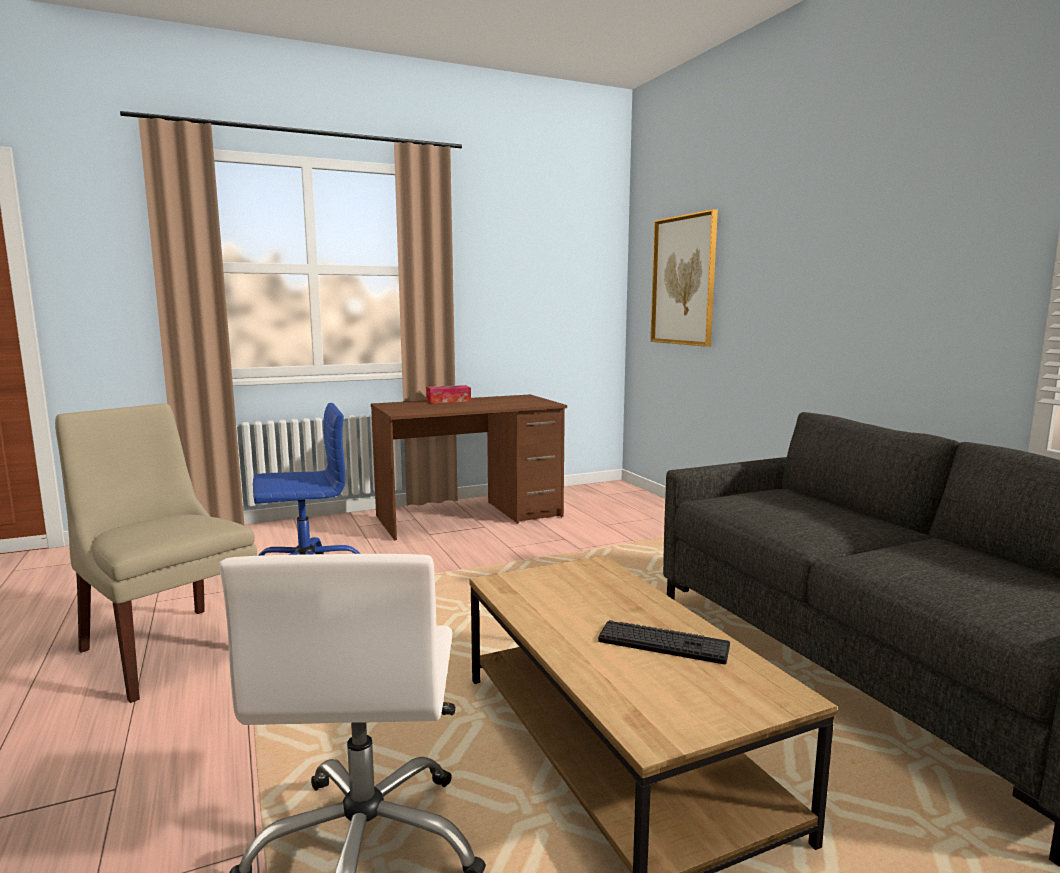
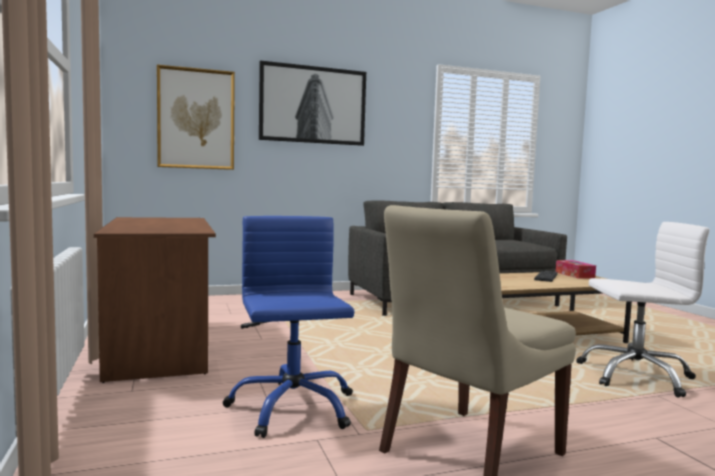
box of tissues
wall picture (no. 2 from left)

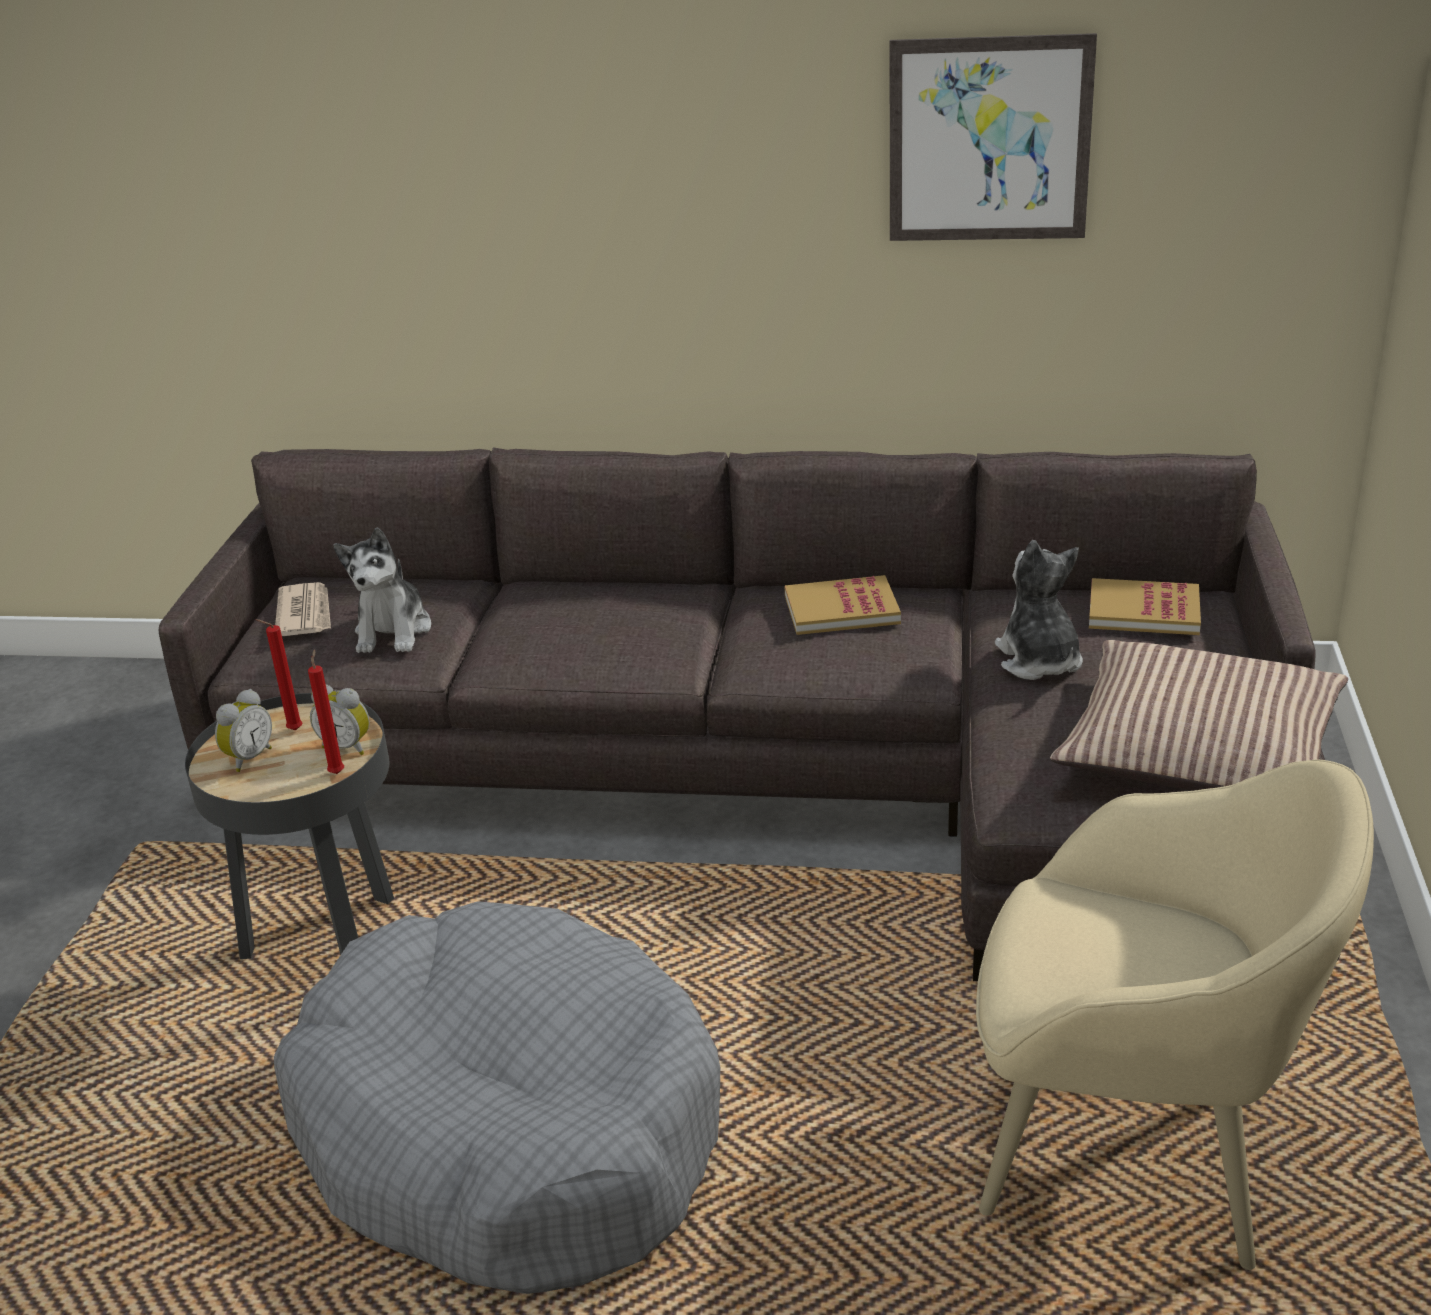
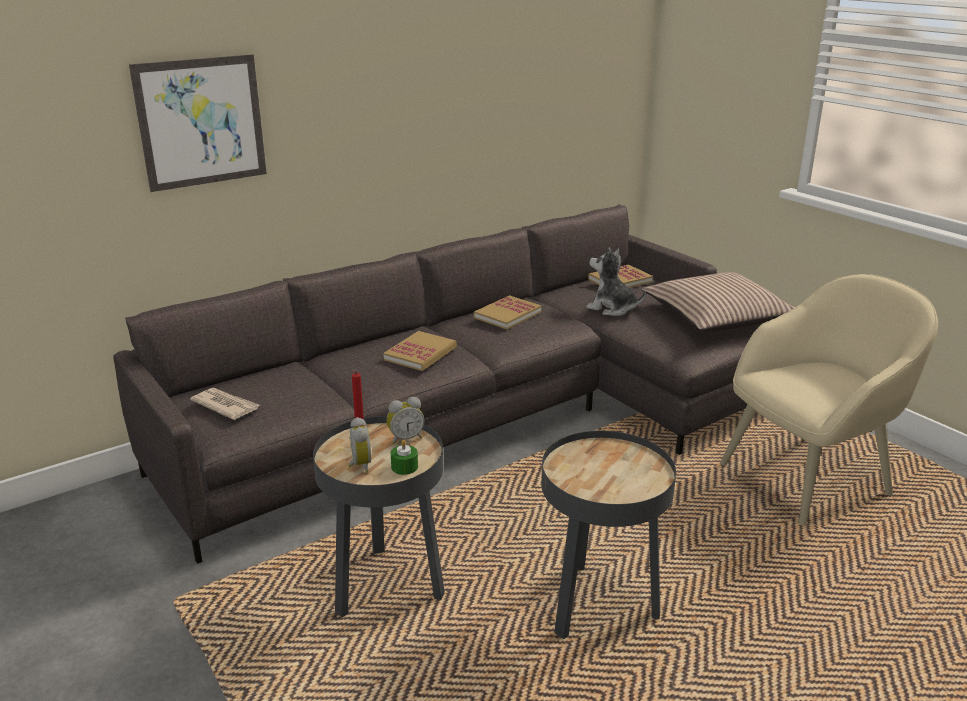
black-coloured side table (no. 2 from left)
red-coloured wax candle (no. 2 from left in the first image)
plush toy (no. 1 from left in the first image)
wall picture
volume (no. 1 from left)
green wax candle

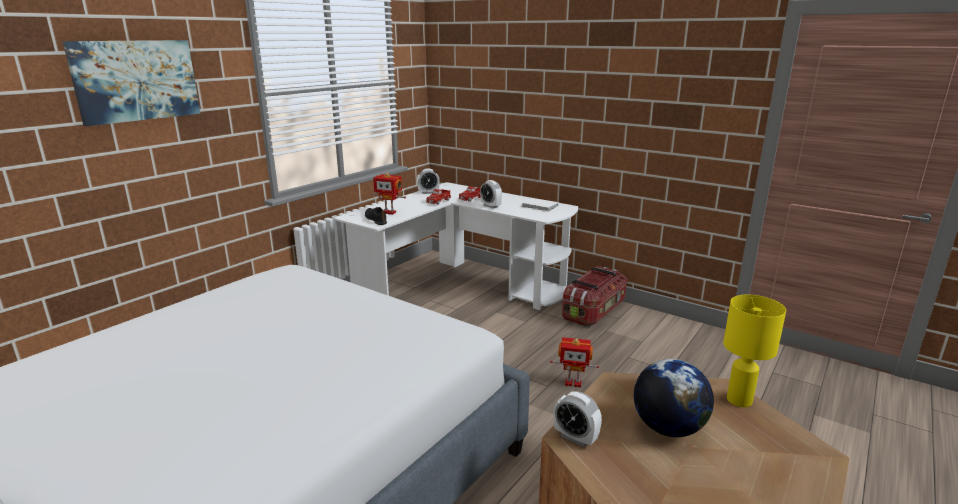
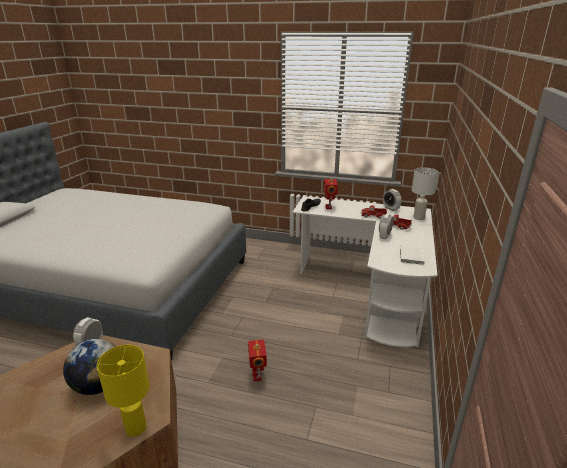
wall picture
storage box
white lamp for a table

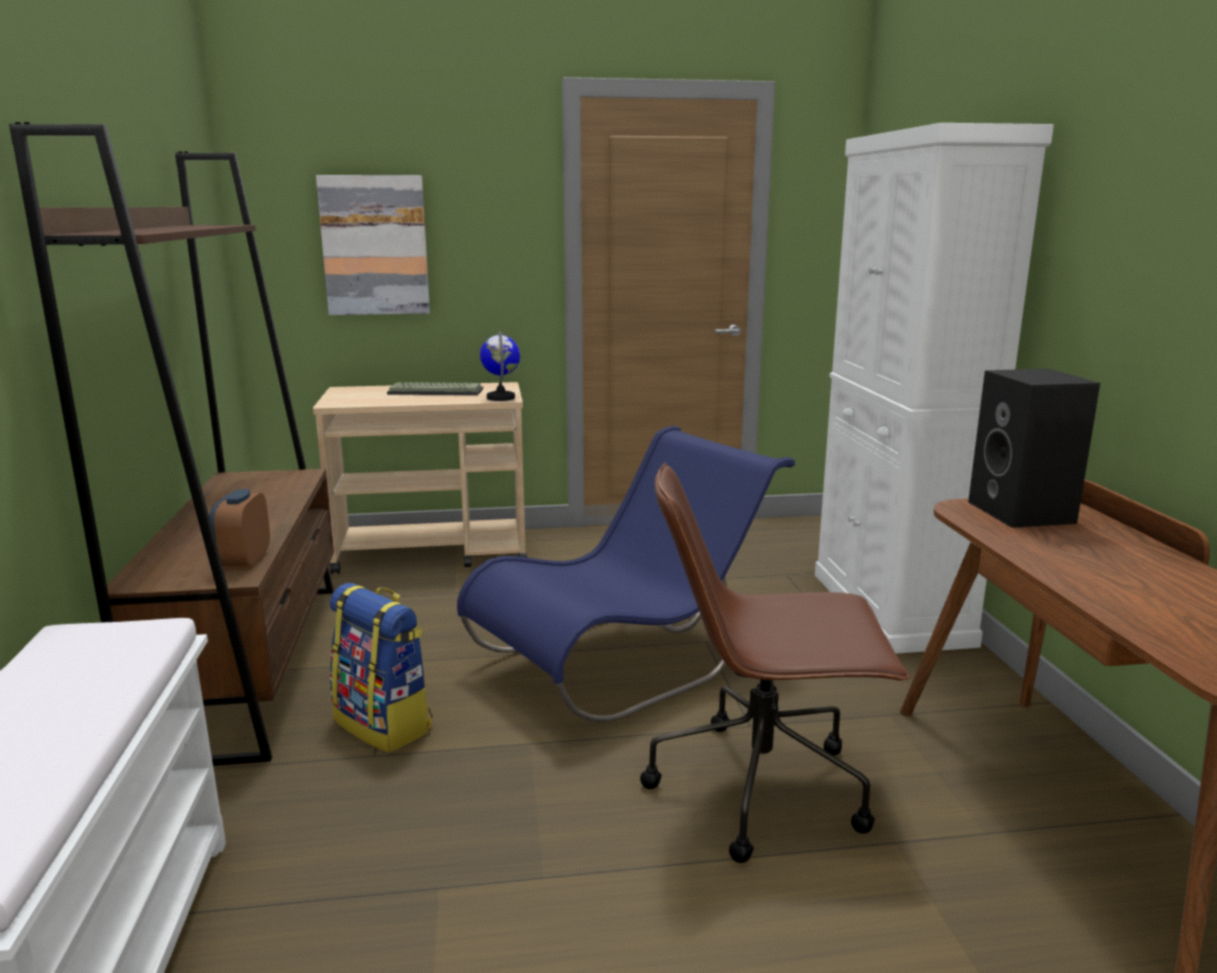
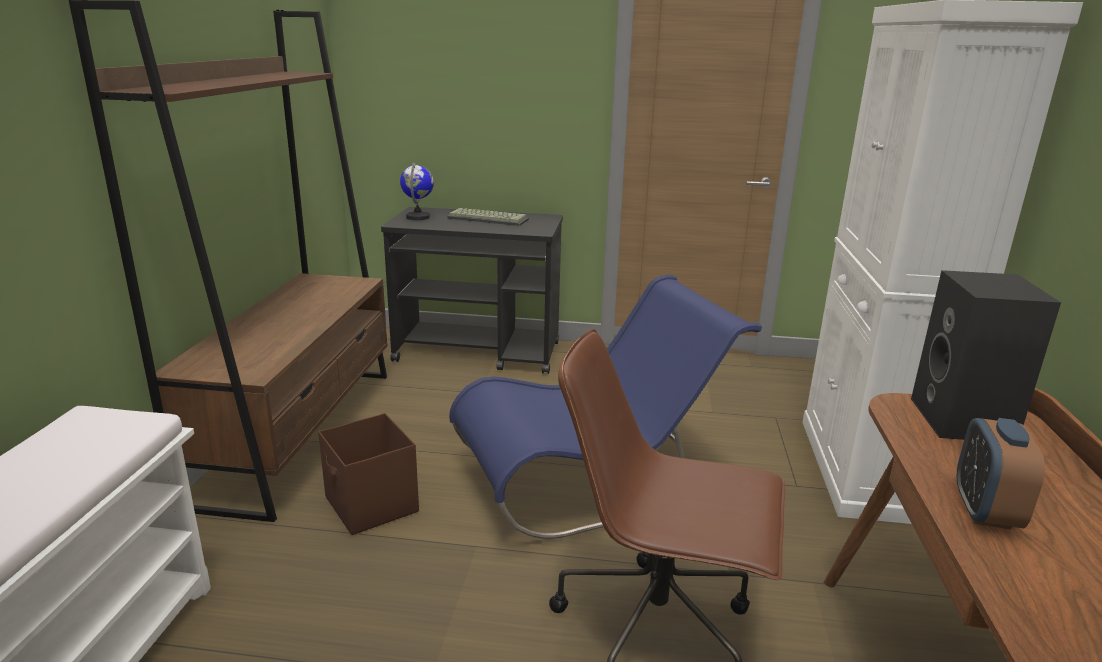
alarm clock
black-coloured wheeled cart
wall picture
brown-coloured storage box
world globe

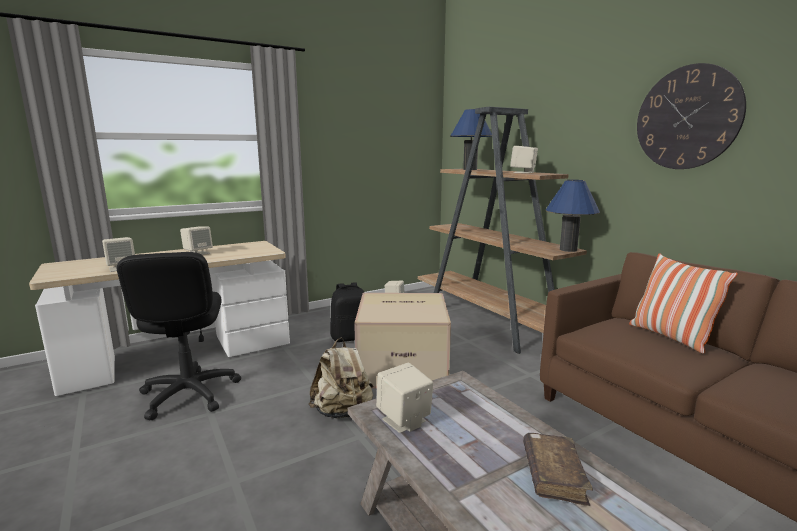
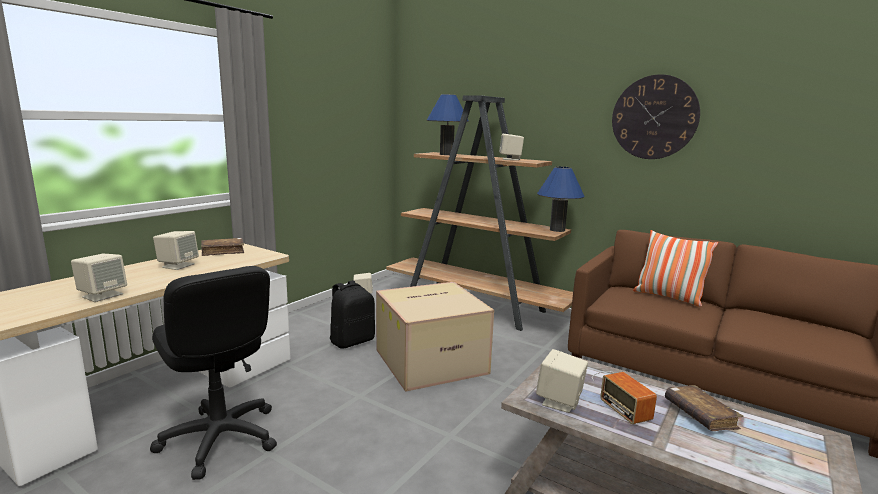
beige-coloured backpack
brown-coloured volume (no. 1 from left)
radio

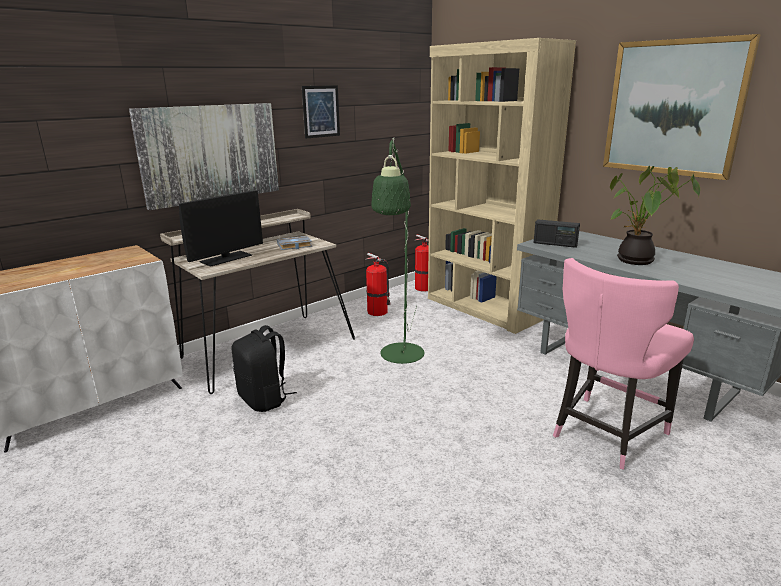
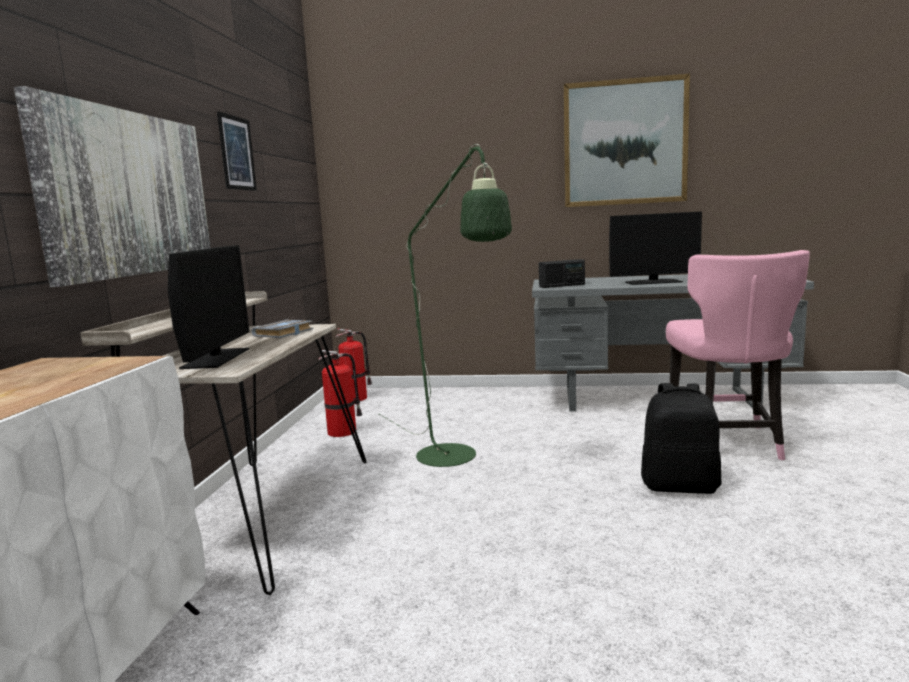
black-coloured backpack
beige-coloured bookcase
monitor (no. 2 from left)

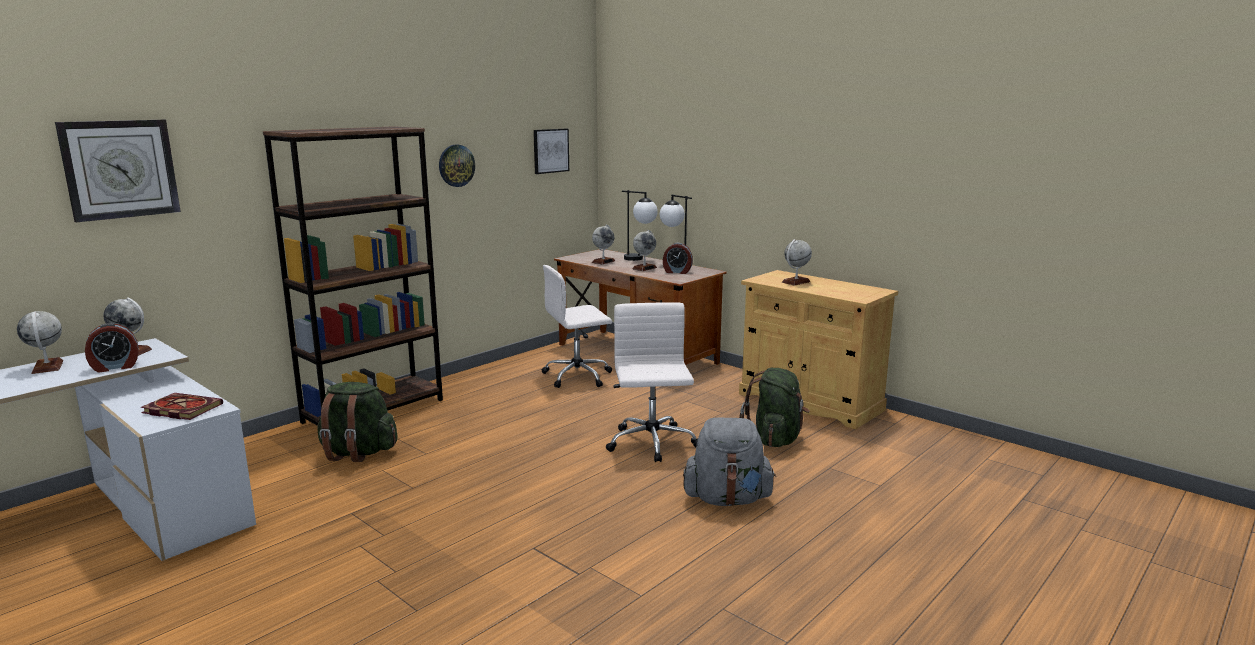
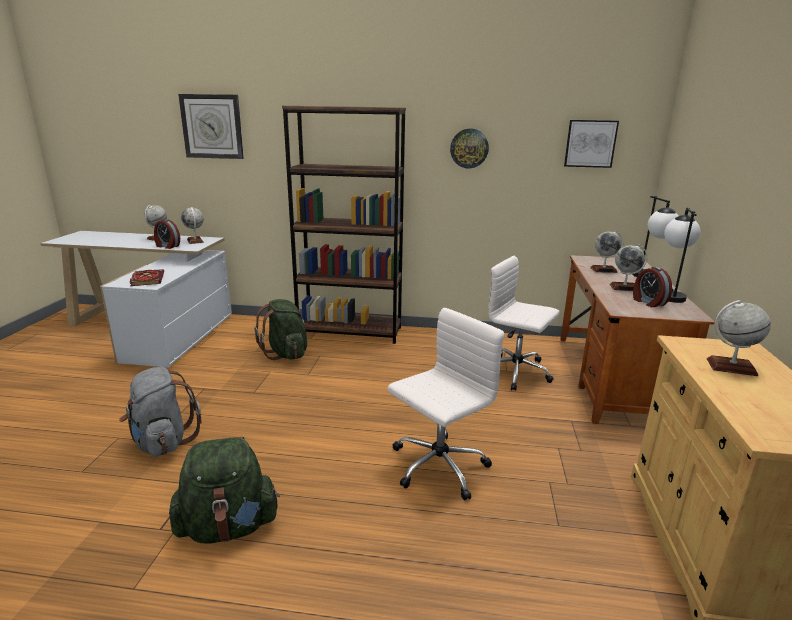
greyish backpack
green backpack (no. 1 from left)

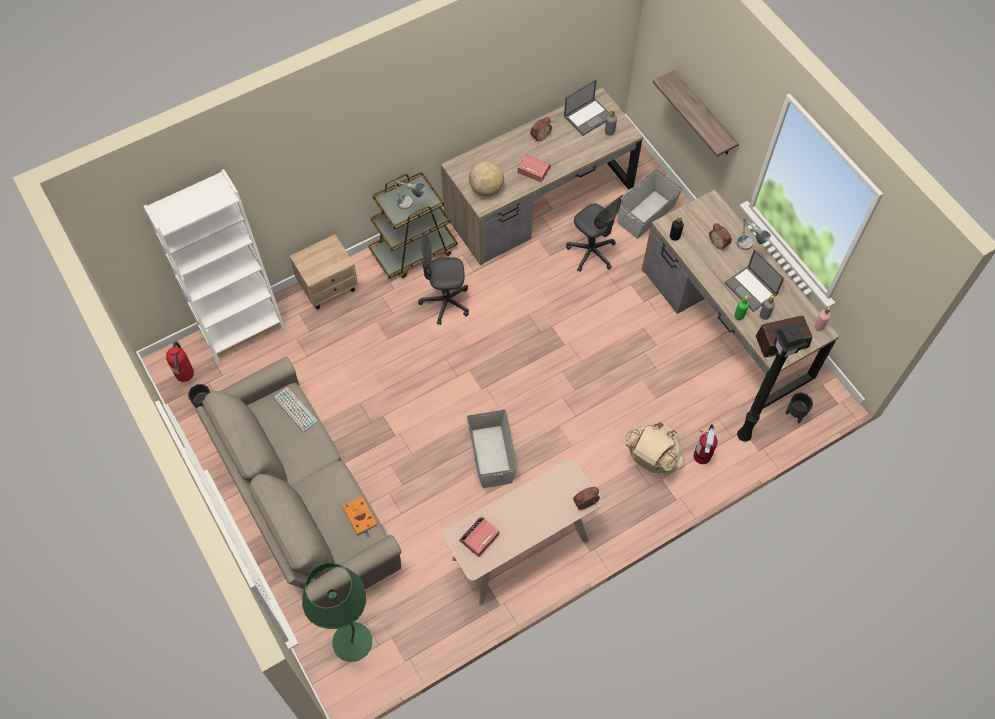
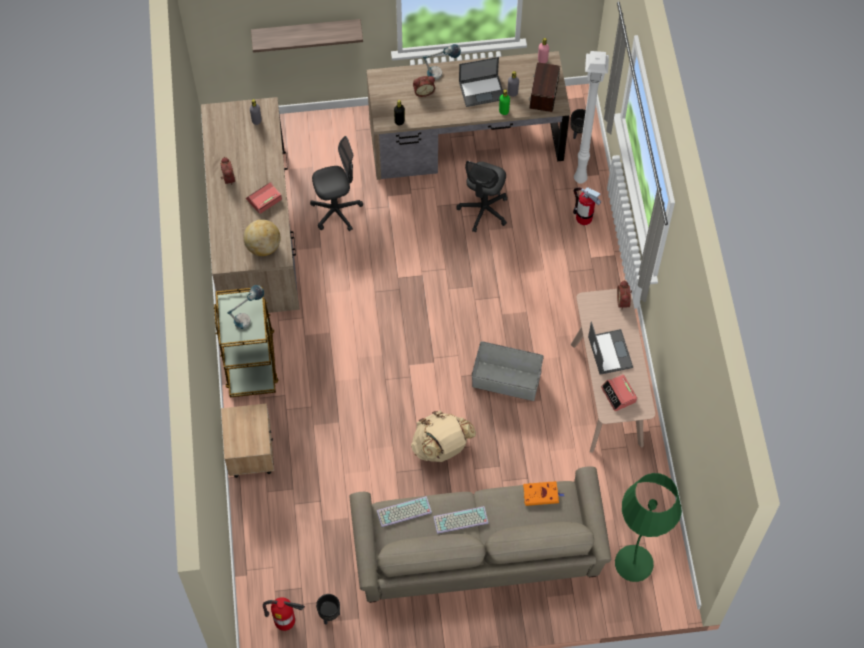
white bookcase
greyish office chair (no. 2 from left)
notebook computer (no. 2 from left)
greyish storage box (no. 2 from left in the first image)
beige-coloured backpack
white standing lamp
computer keyboard (no. 2 from left)

